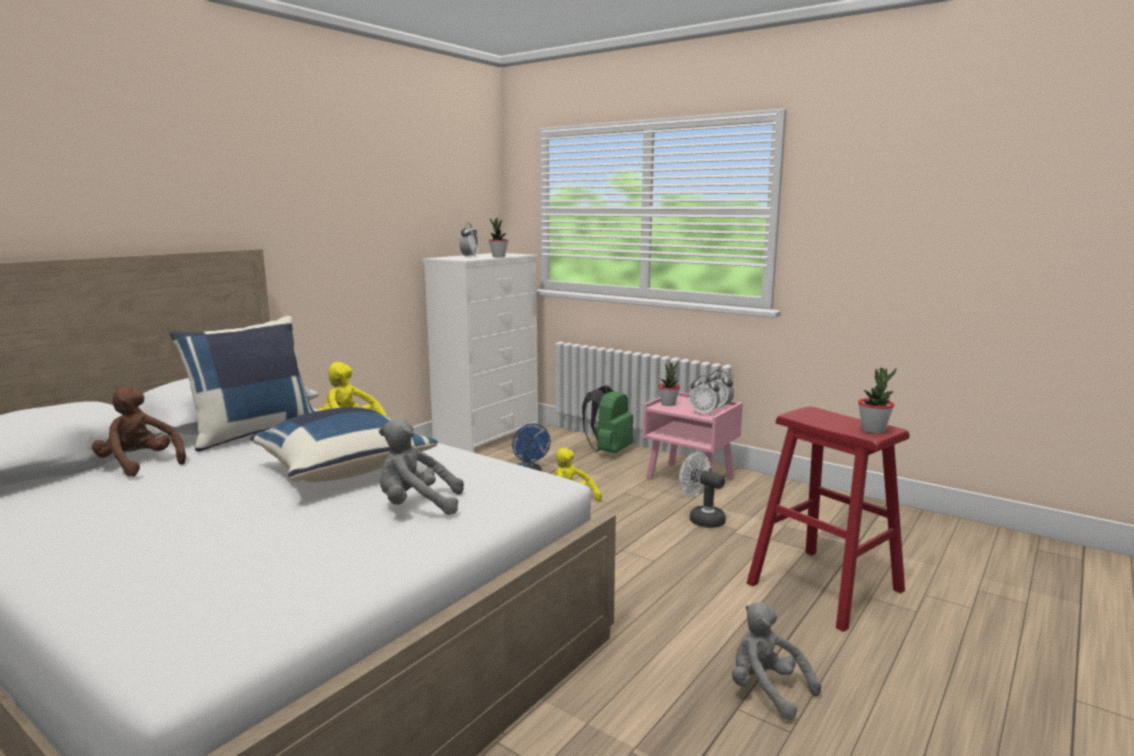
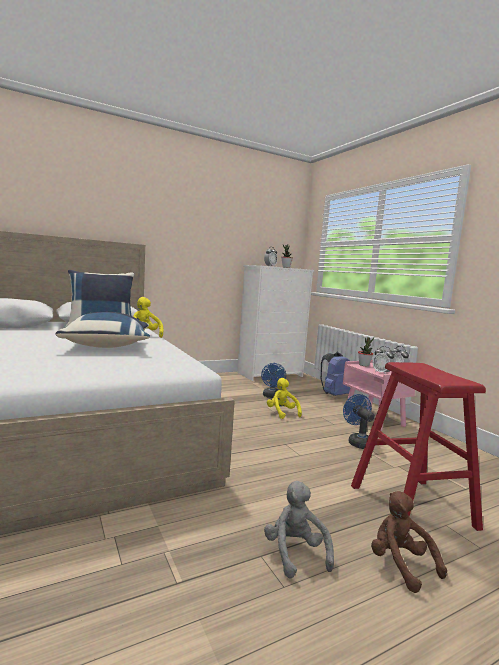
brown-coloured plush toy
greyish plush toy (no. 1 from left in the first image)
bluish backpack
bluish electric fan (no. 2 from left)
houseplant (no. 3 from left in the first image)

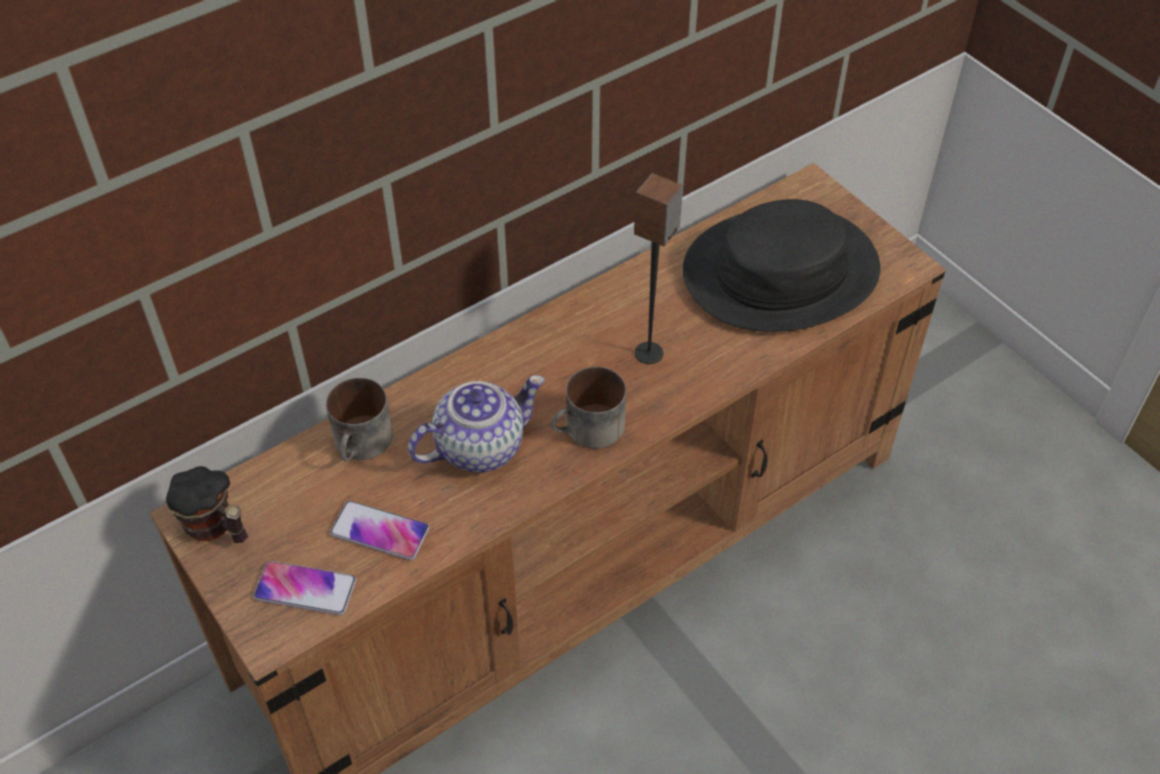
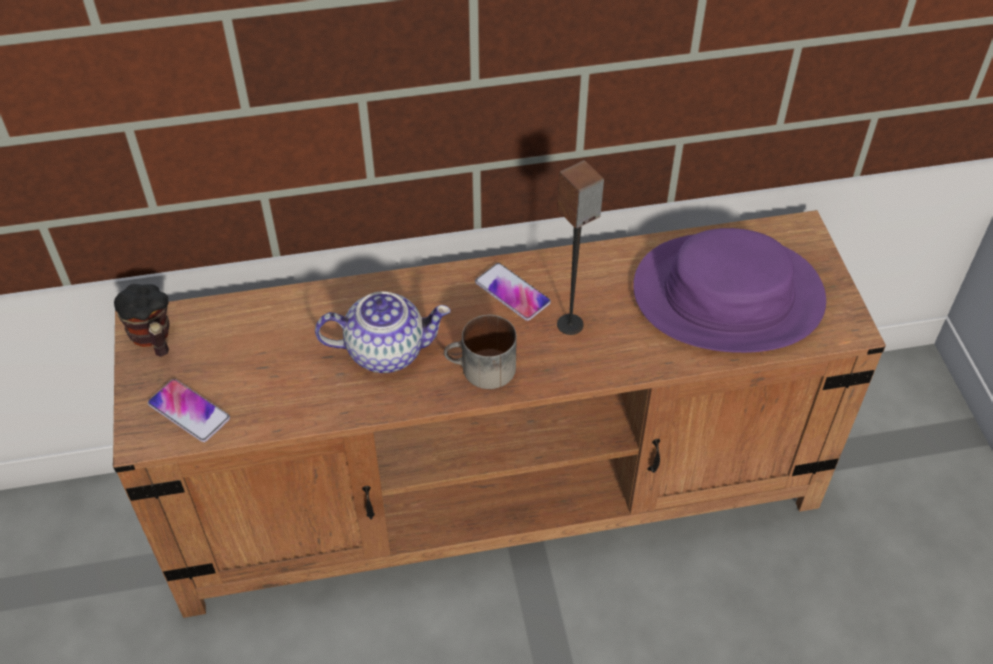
tea mug (no. 2 from left in the first image)
handset (no. 2 from left)
purplish clothing hat

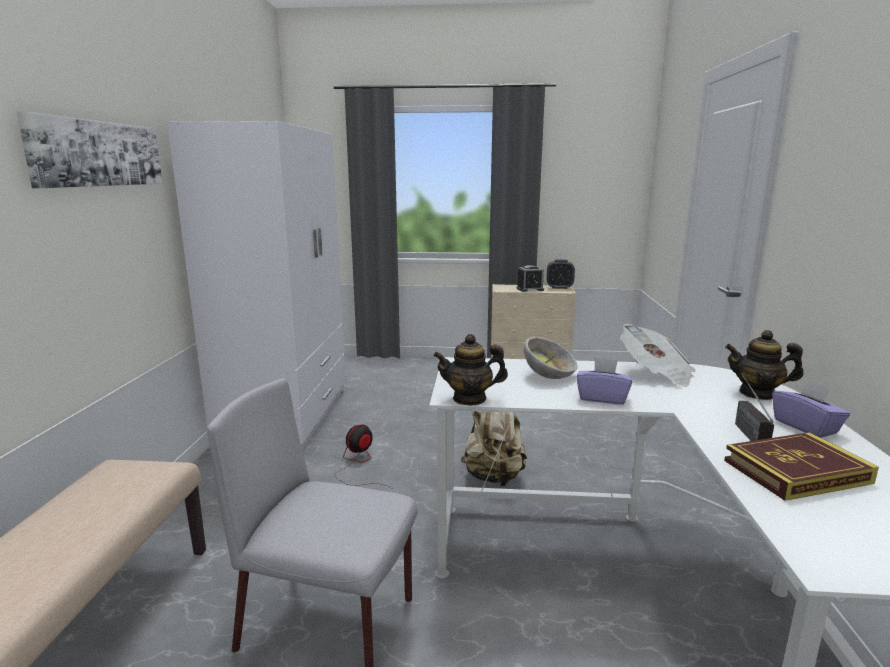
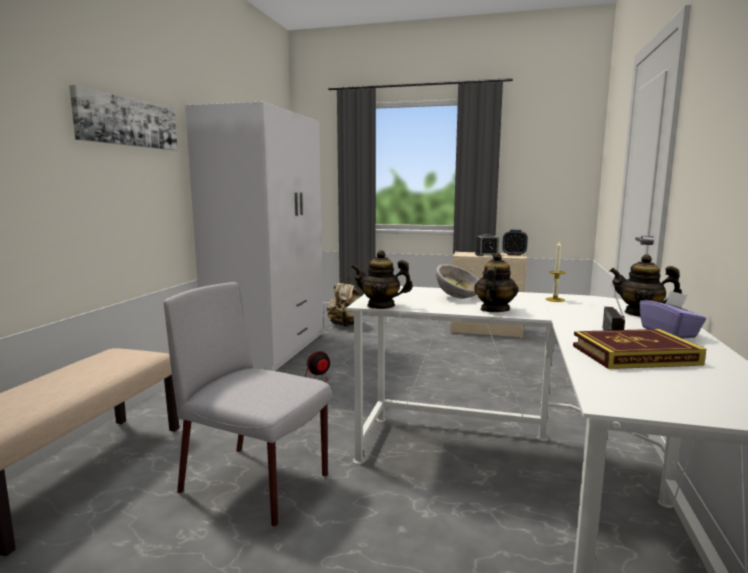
beige-coloured backpack
pot for tea (no. 2 from left)
wax candle

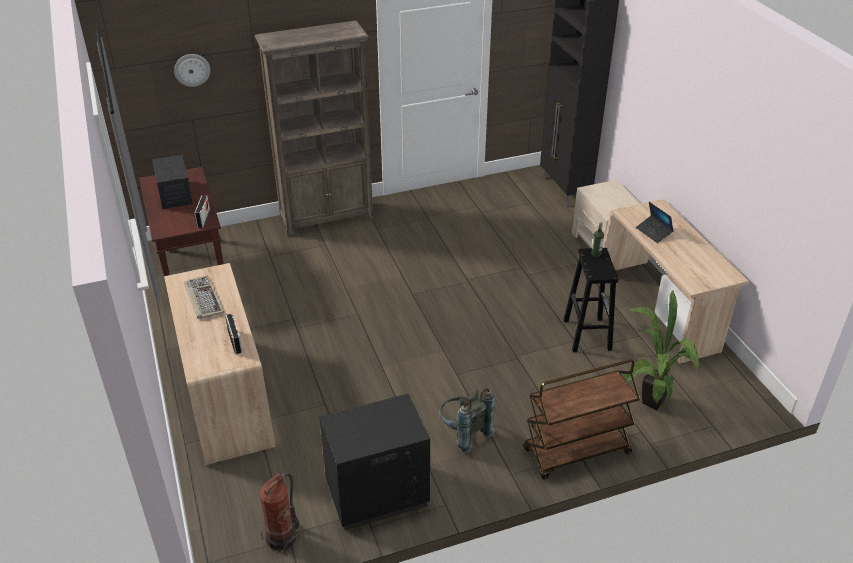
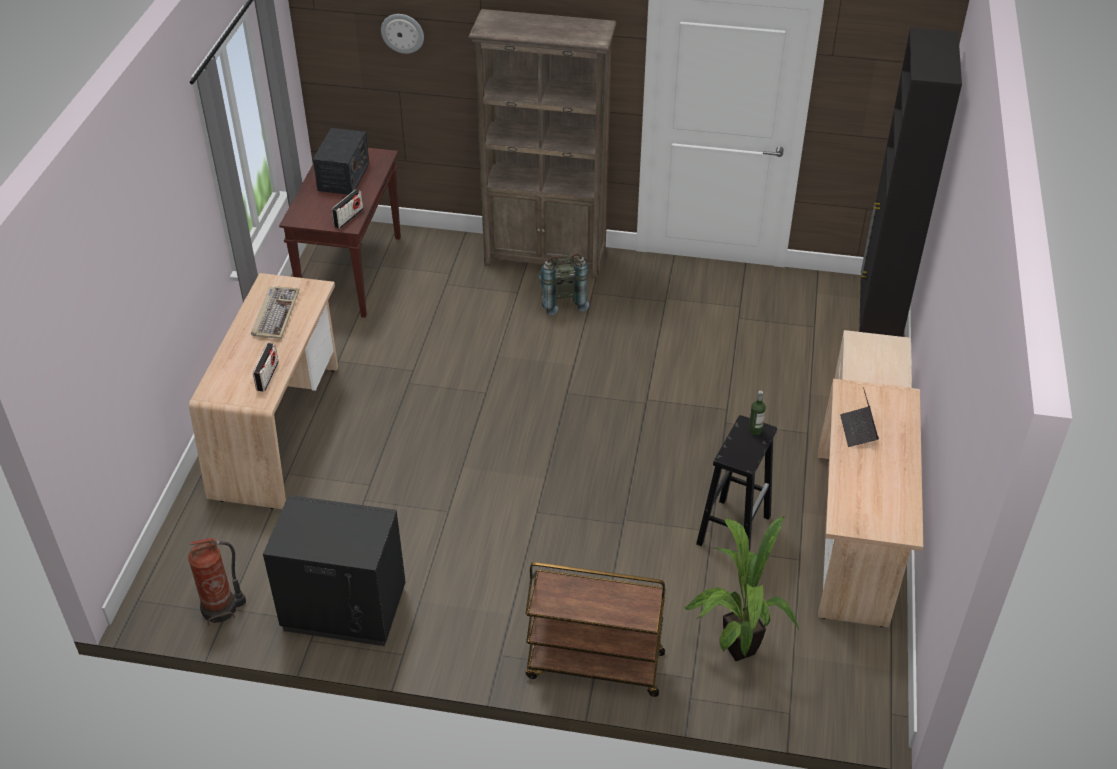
greyish backpack

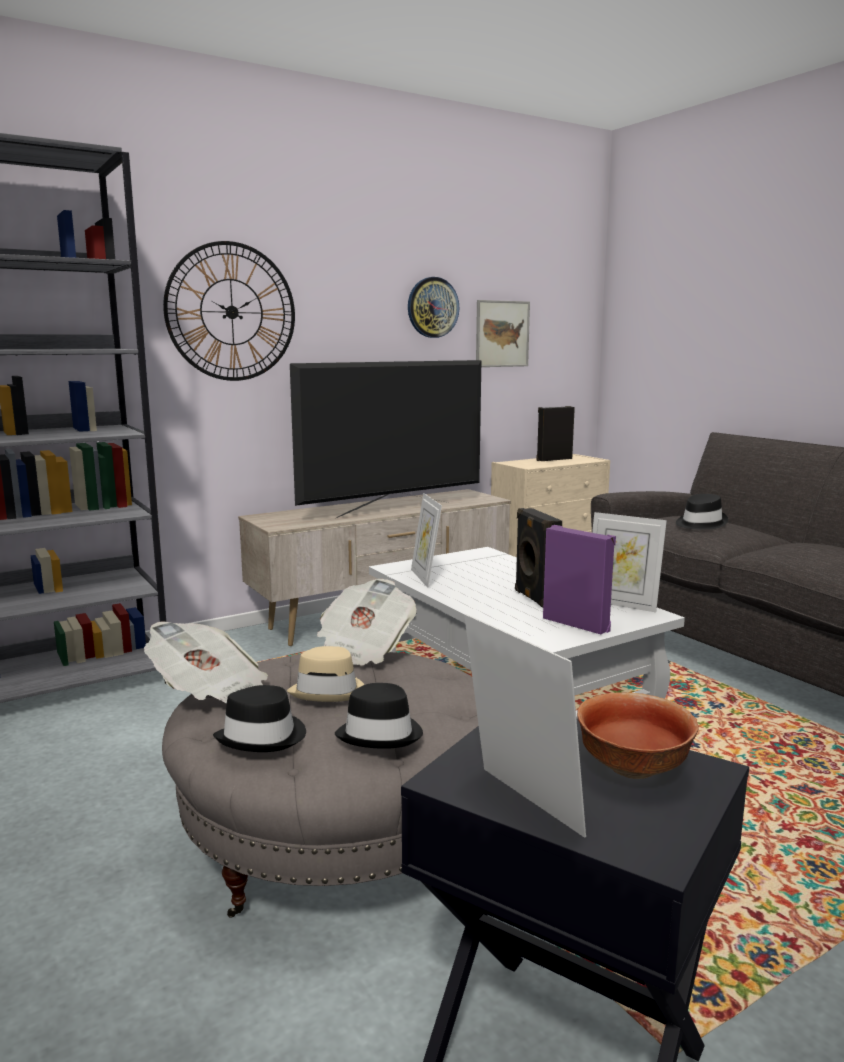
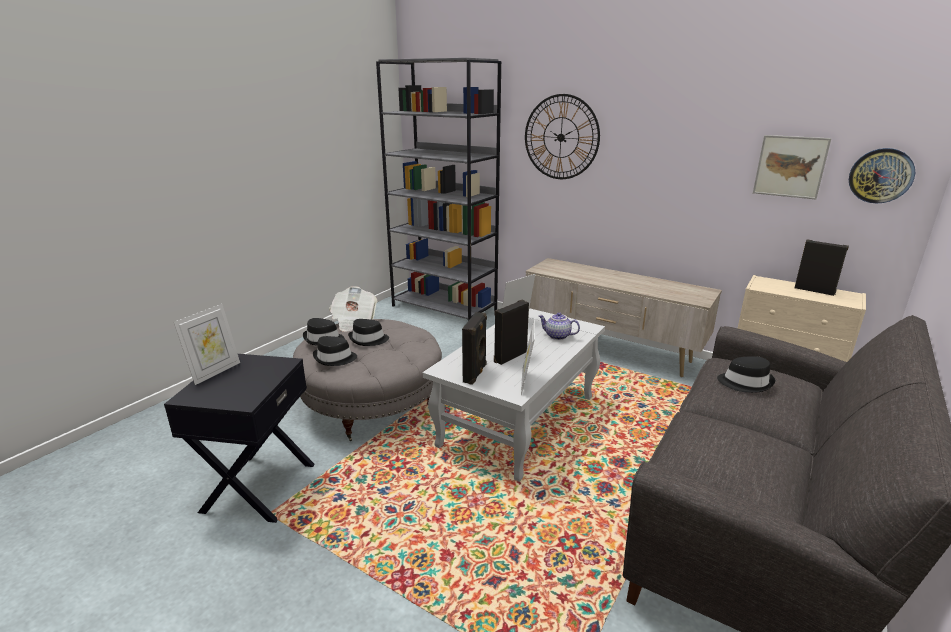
black-coloured clothing hat (no. 3 from left)
TV
printed paper (no. 2 from left in the first image)
wall clock (no. 2 from left)
black-coloured loudspeaker (no. 1 from left)
serving bowl
pot for tea

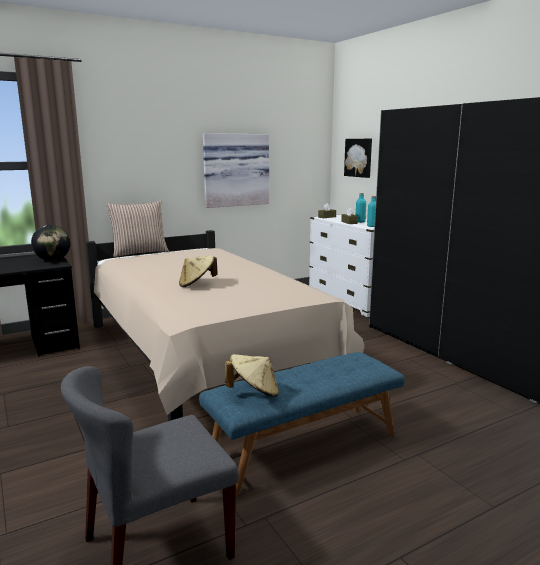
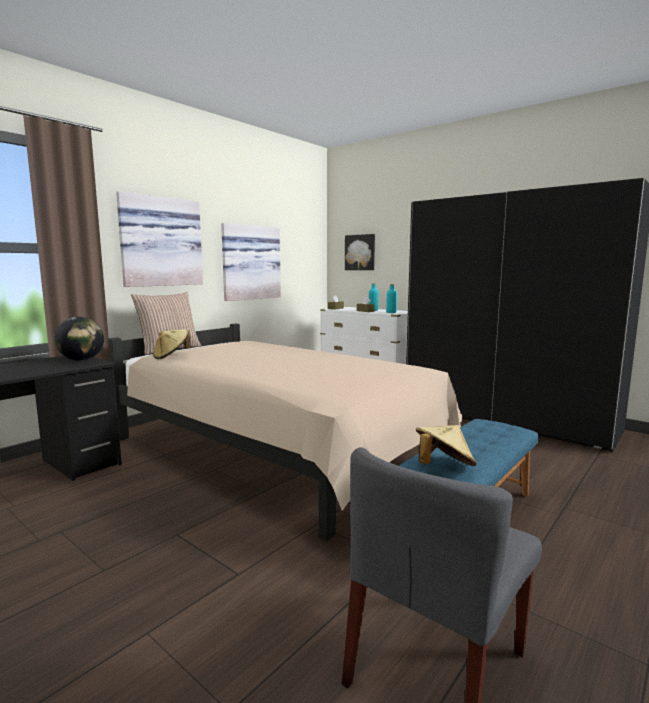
beige-coloured clothing hat (no. 1 from left)
wall picture (no. 1 from left)

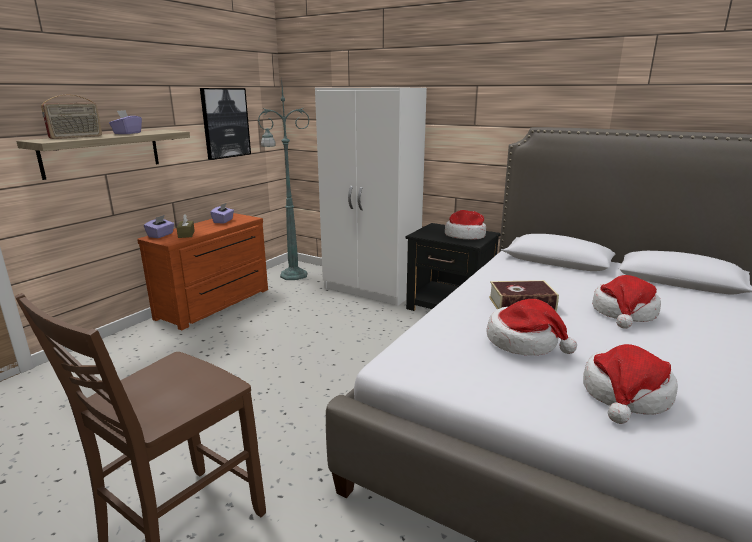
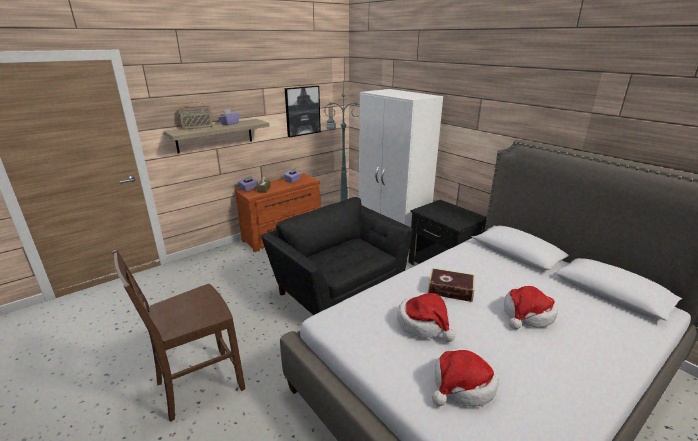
clothing hat (no. 1 from left in the first image)
black-coloured armchair

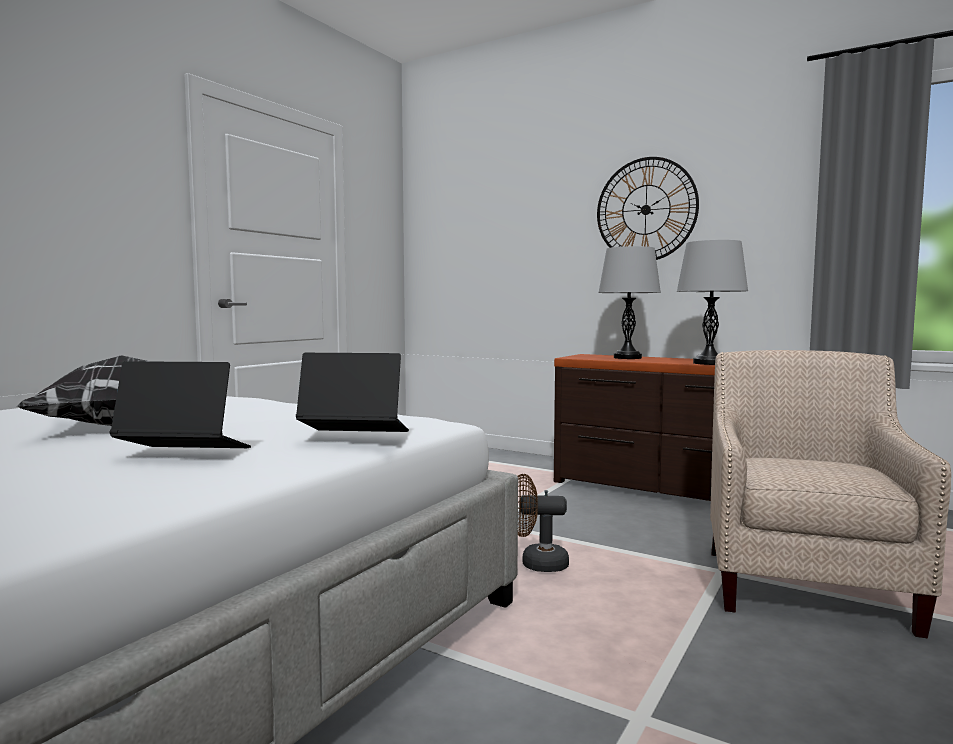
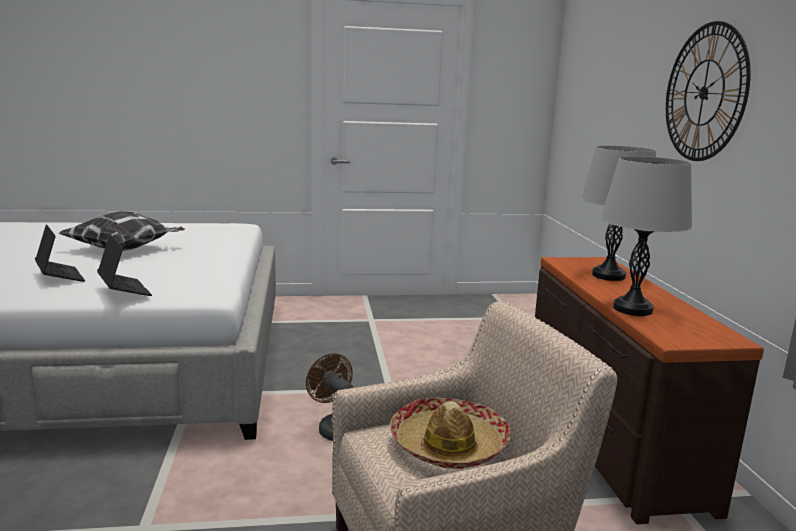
clothing hat

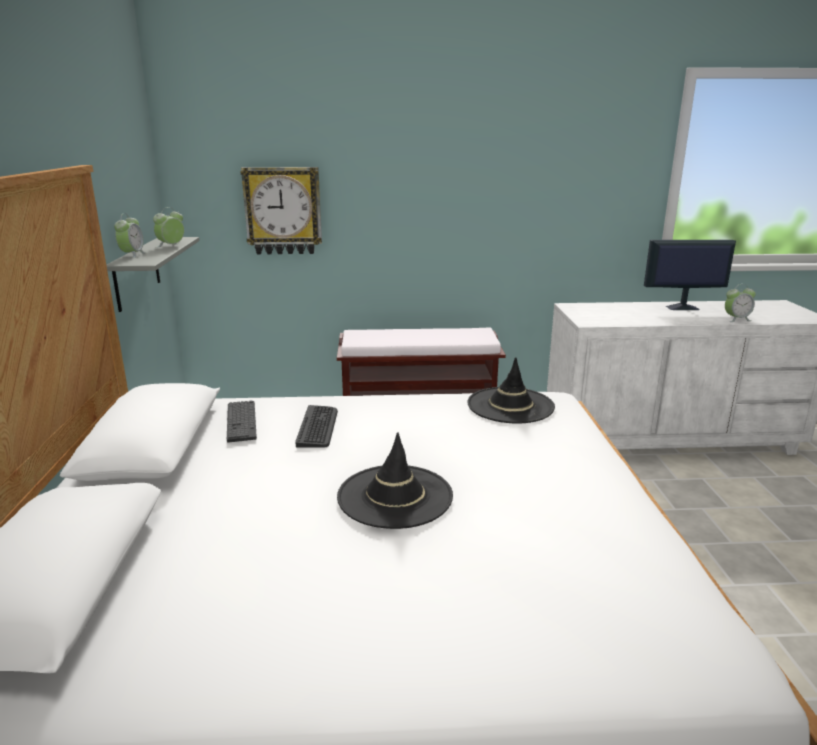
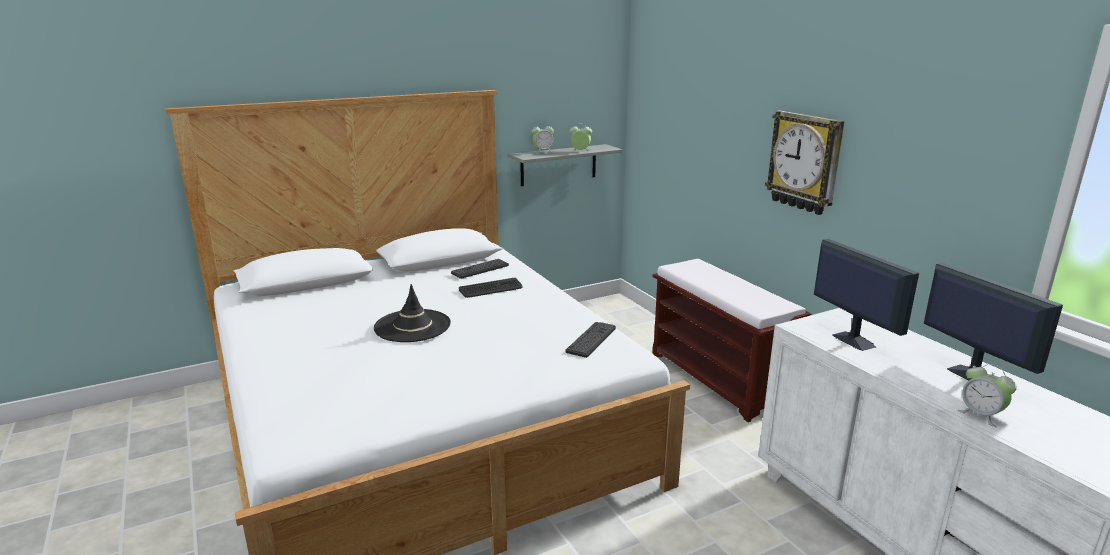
wall clock
computer keyboard (no. 3 from left)
monitor (no. 1 from left)

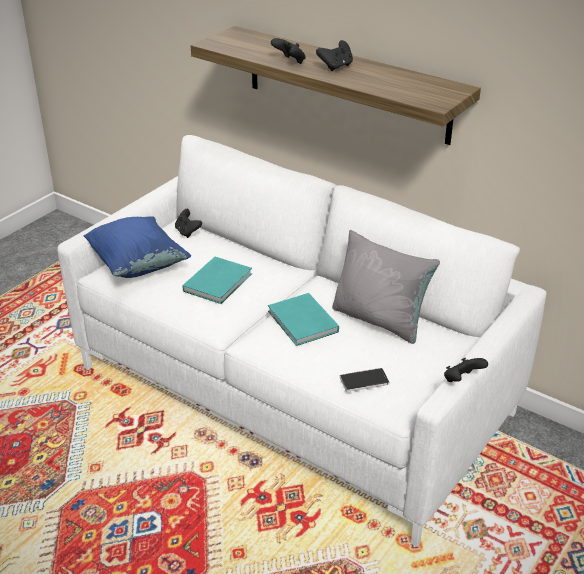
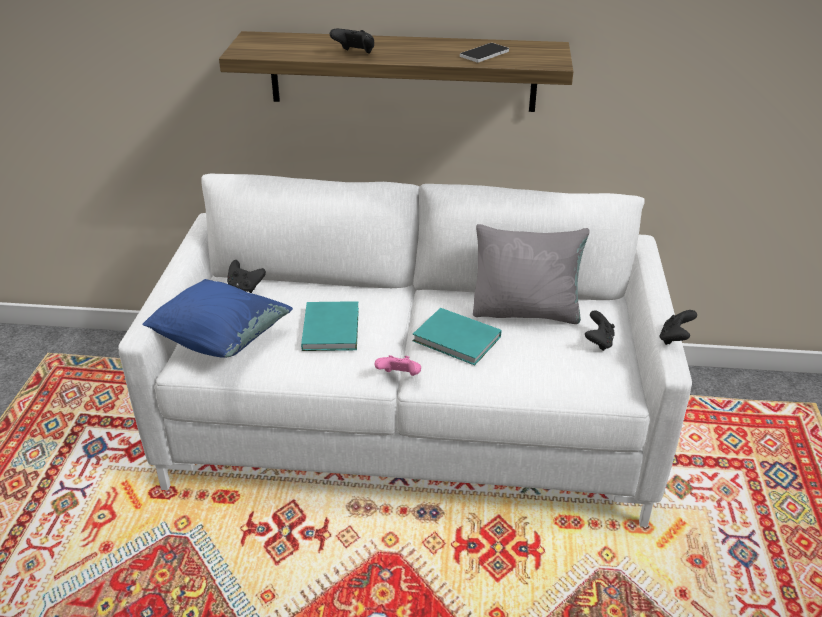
black-coloured joypad (no. 3 from left)
handset
pink-coloured joypad

